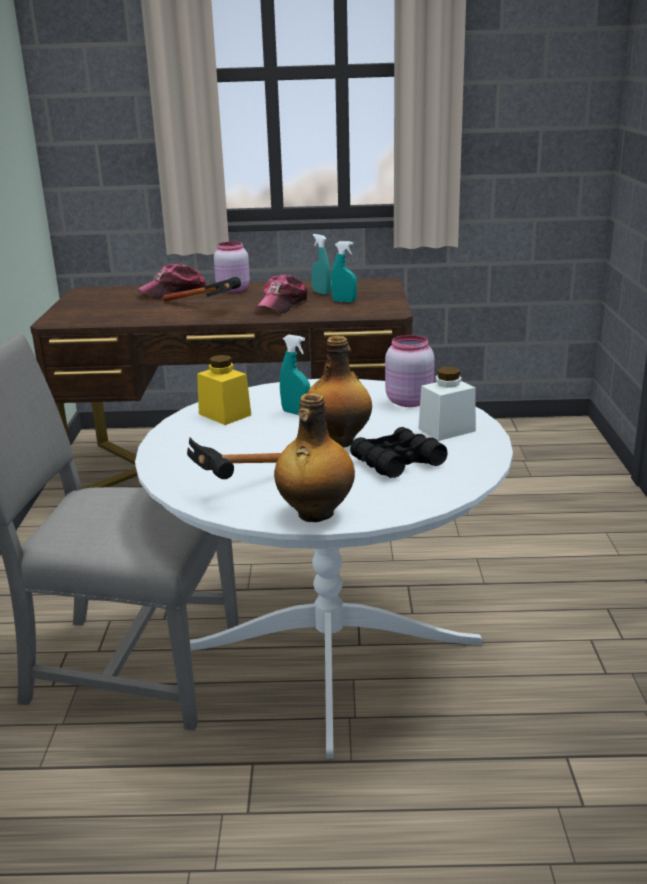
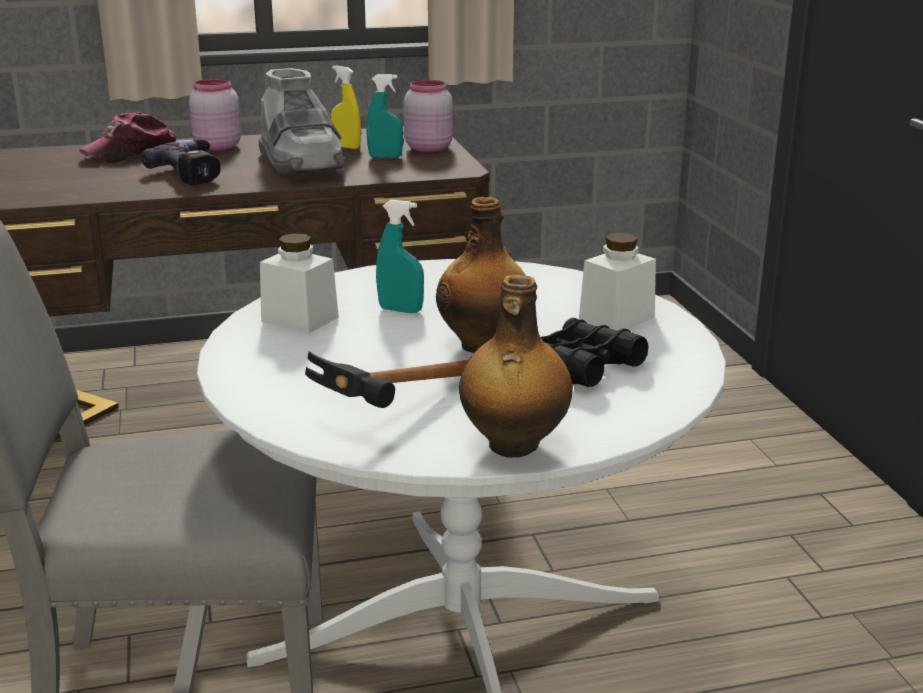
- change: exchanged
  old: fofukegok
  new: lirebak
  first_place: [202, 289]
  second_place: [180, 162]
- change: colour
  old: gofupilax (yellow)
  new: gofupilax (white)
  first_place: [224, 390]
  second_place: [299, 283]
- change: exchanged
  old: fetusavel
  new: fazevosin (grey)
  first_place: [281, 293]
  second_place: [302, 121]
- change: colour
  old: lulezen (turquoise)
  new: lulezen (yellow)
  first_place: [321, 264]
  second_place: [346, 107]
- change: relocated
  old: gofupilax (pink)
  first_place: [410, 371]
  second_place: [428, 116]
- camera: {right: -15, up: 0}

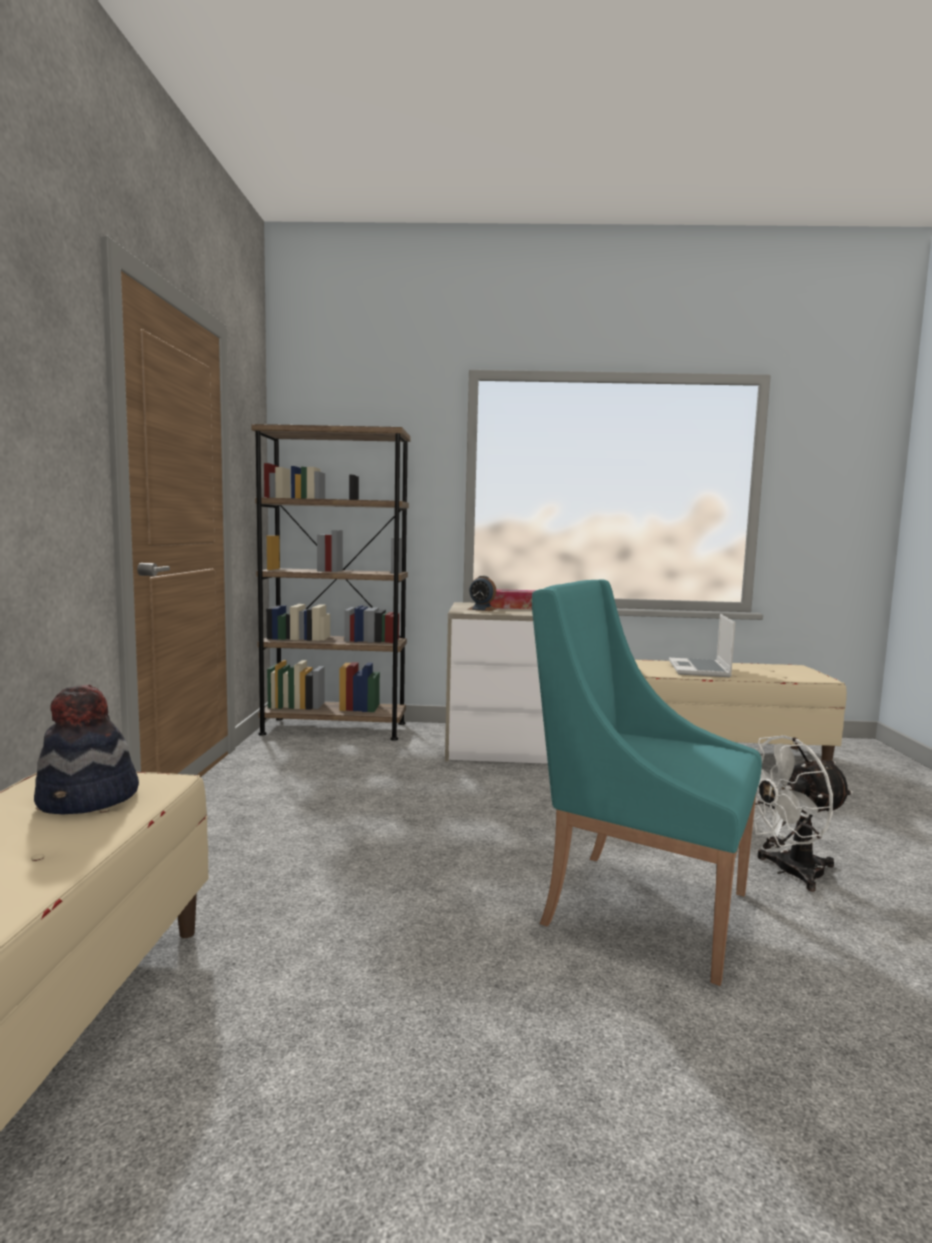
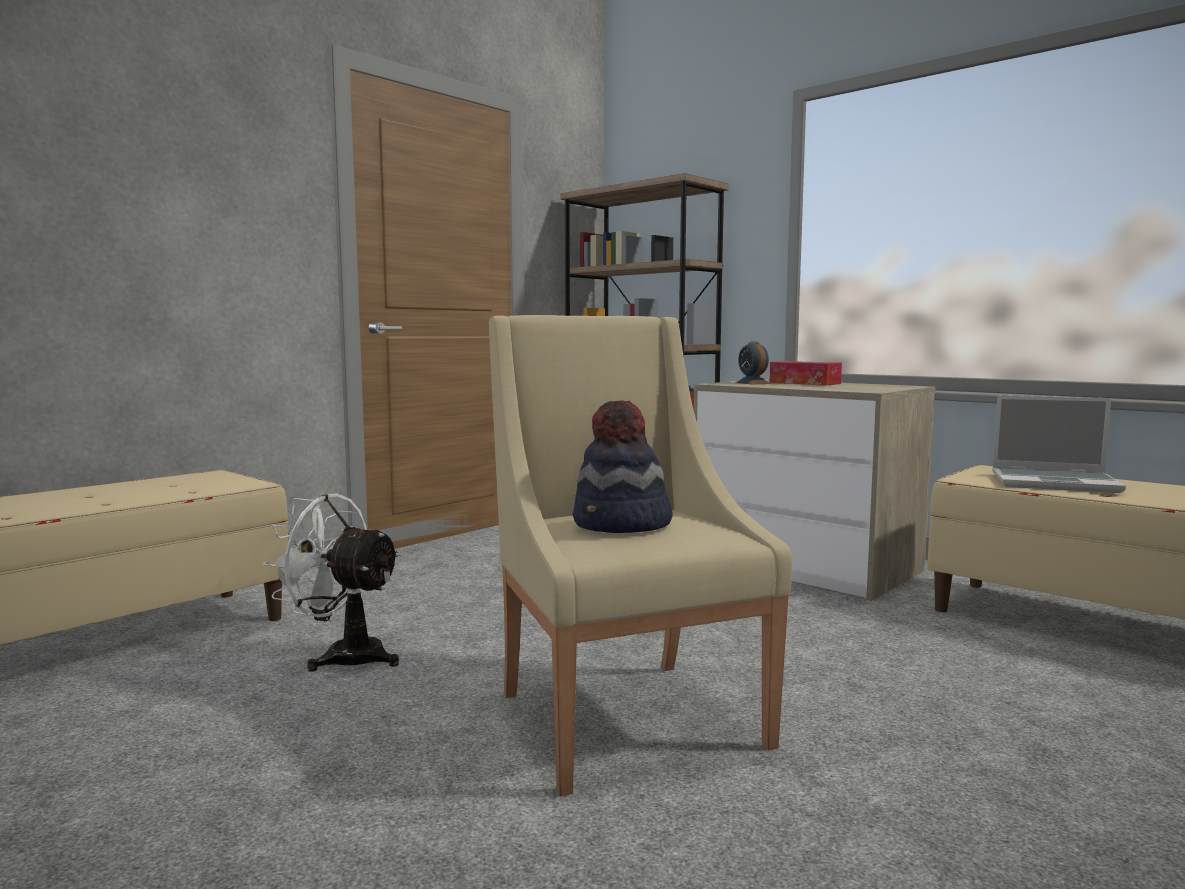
- change: relocated
  old: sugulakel
  first_place: [86, 750]
  second_place: [623, 466]
- change: colour
  old: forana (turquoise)
  new: forana (beige)
  first_place: [647, 783]
  second_place: [640, 556]
- change: spun
  old: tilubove
  first_place: [702, 645]
  second_place: [1059, 444]
  degrees: -120
- change: relocated
  old: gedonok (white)
  first_place: [804, 813]
  second_place: [332, 583]
- camera: {right: 40, up: 0}

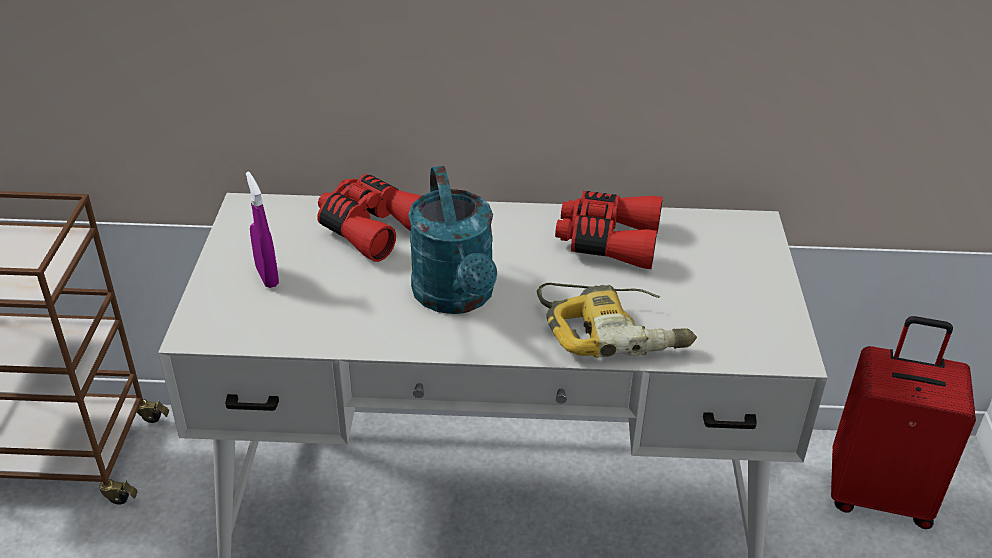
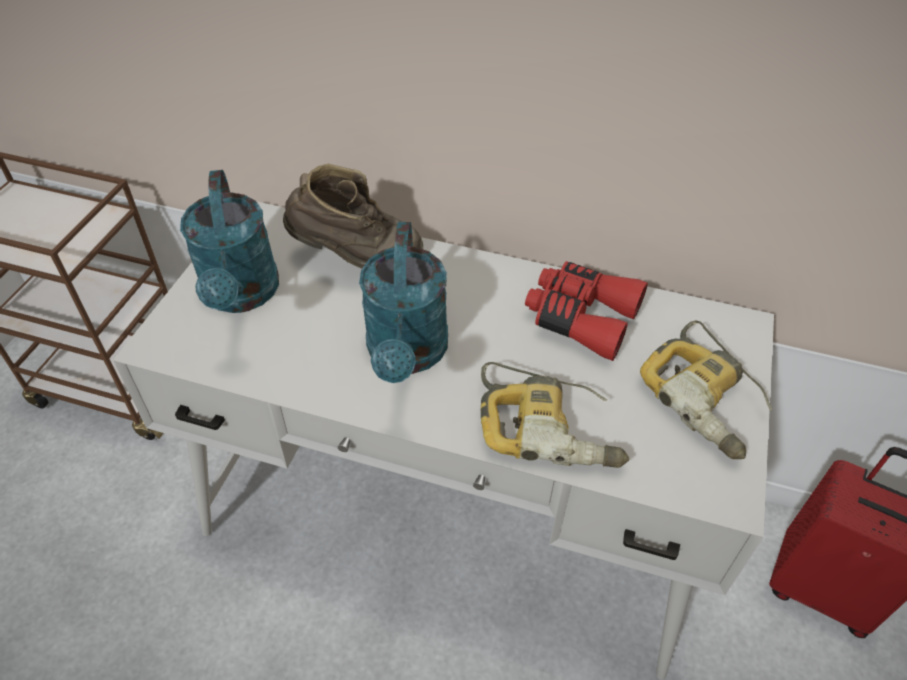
- change: exchanged
  old: lulezen (purple)
  new: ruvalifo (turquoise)
  first_place: [262, 229]
  second_place: [229, 241]
- change: exchanged
  old: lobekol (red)
  new: fazevosin (brown)
  first_place: [369, 218]
  second_place: [353, 216]
- change: appeared
  new: lirebak
  second_place: [706, 389]
- camera: {right: 15, up: 10}

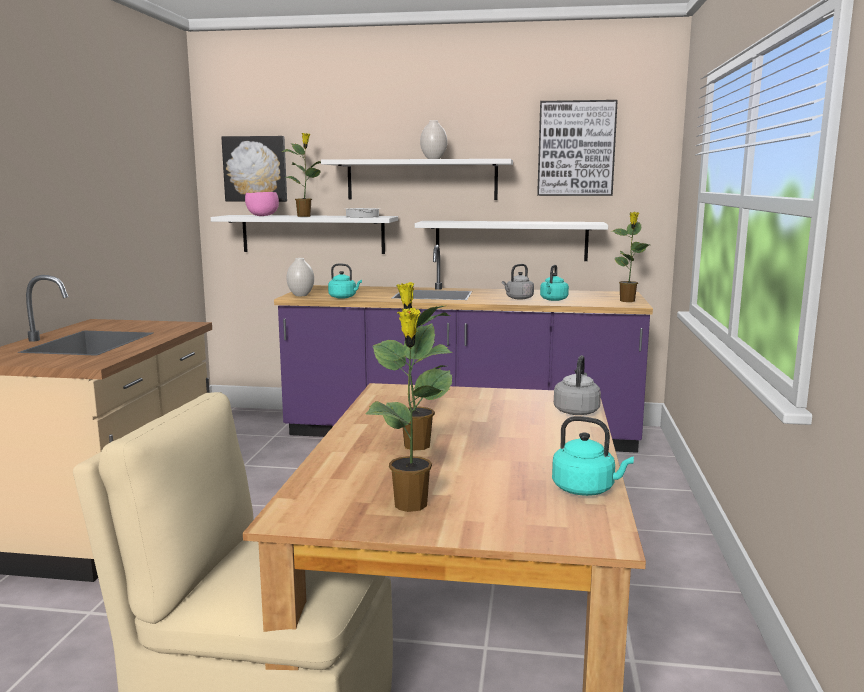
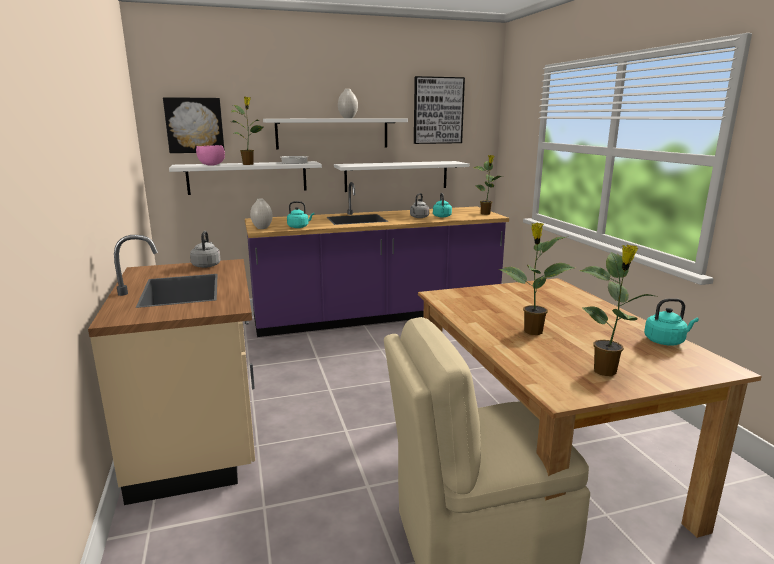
- change: relocated
  old: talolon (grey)
  first_place: [577, 385]
  second_place: [205, 249]
- camera: {right: -25, up: 5}

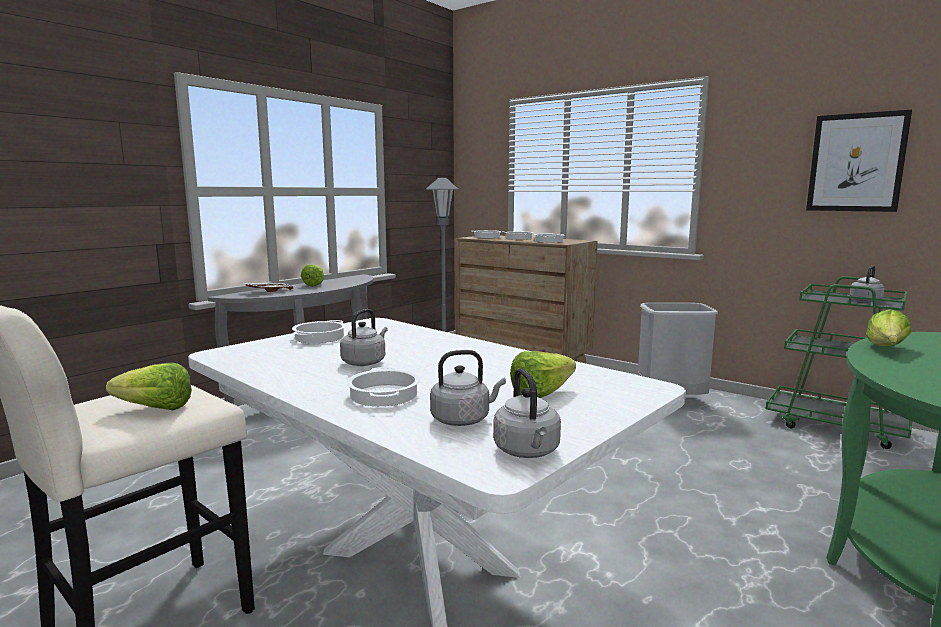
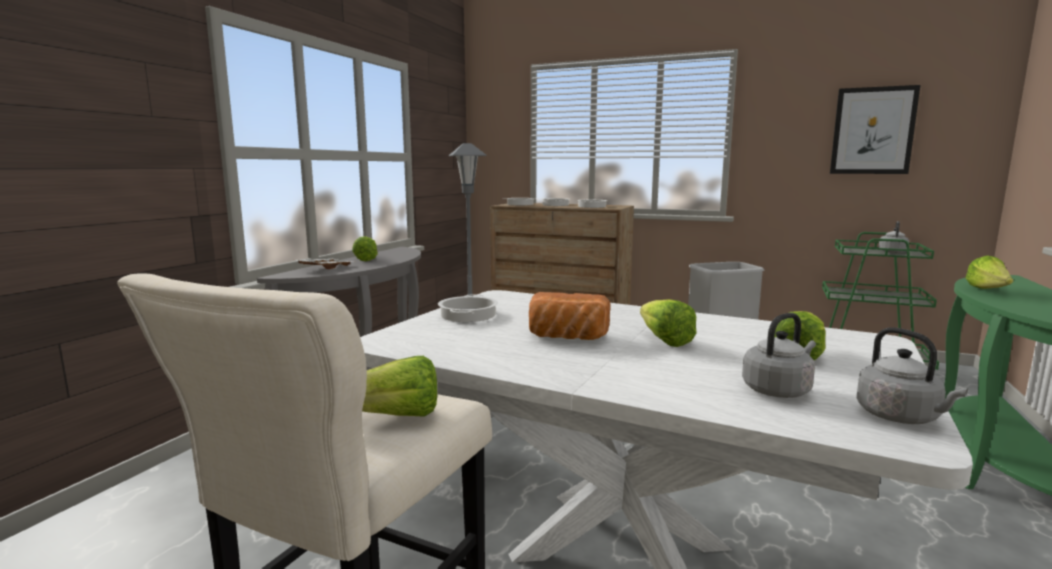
- change: exchanged
  old: talolon (grey)
  new: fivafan
  first_place: [364, 337]
  second_place: [569, 316]
- change: missing
  old: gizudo
  first_place: [383, 386]
- change: appeared
  new: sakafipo
  second_place: [668, 323]
- camera: {right: -15, up: 0}

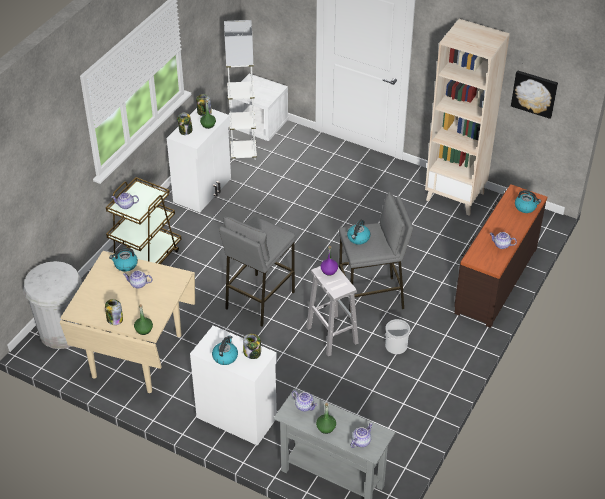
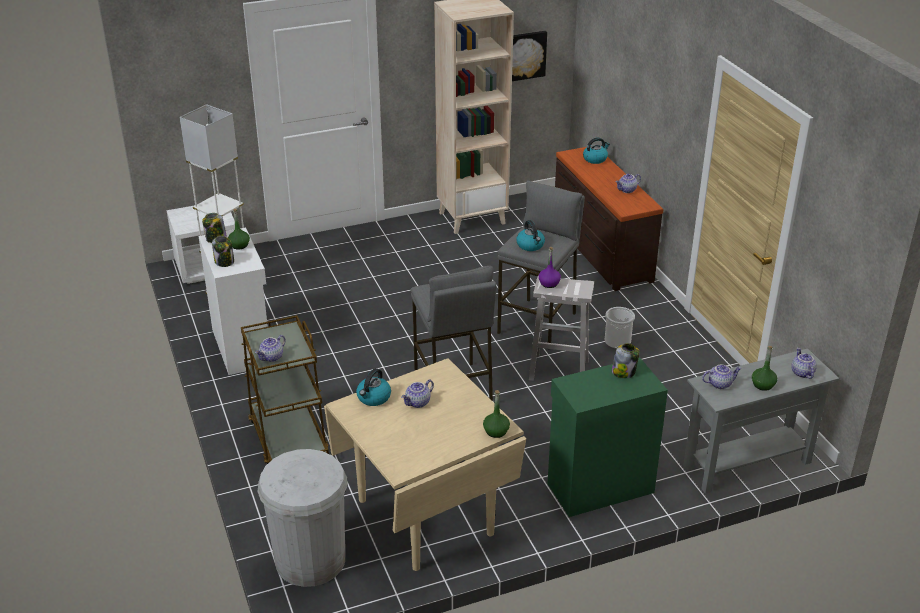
- change: missing
  old: gofupilax
  first_place: [114, 312]
- change: colour
  old: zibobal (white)
  new: zibobal (green)
  first_place: [233, 385]
  second_place: [607, 437]
- change: missing
  old: talolon
  first_place: [225, 350]
- camera: {right: -50, up: -10}

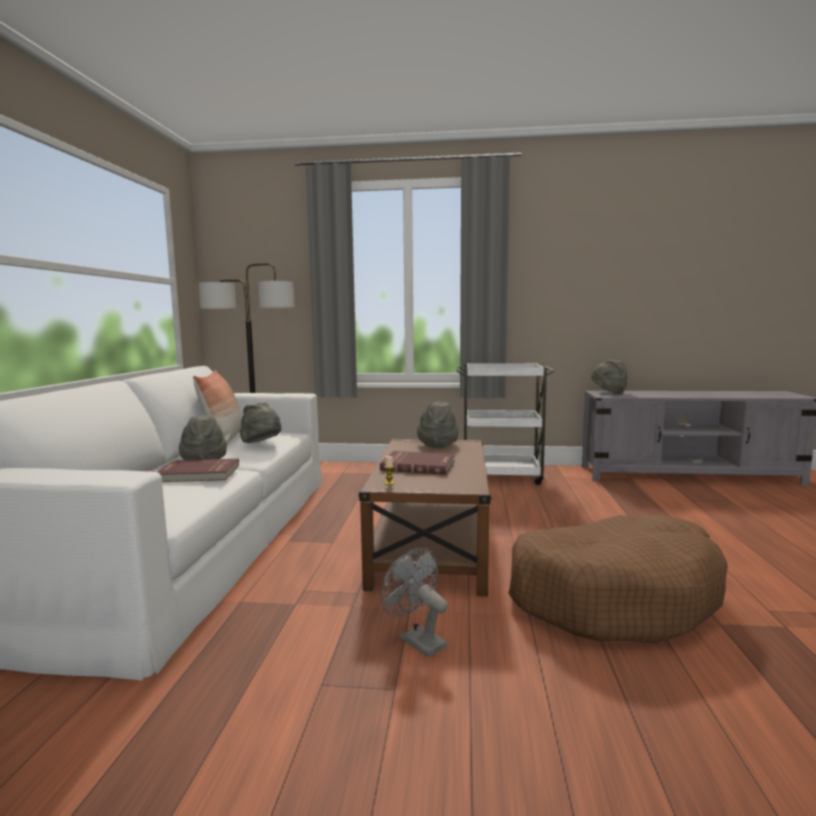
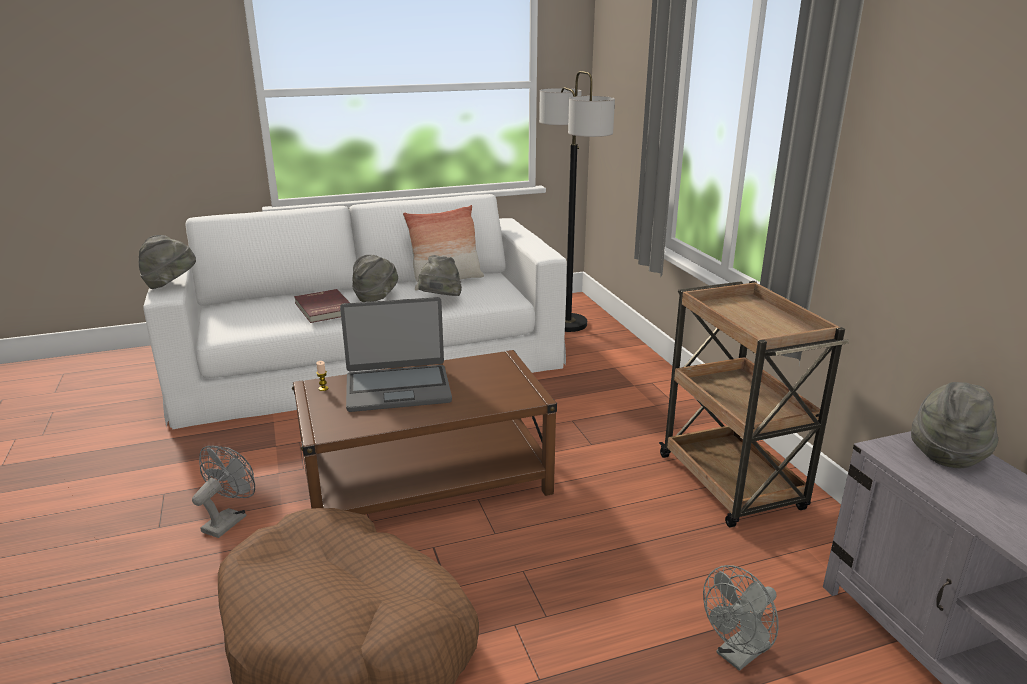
- change: exchanged
  old: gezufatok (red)
  new: tilubove
  first_place: [417, 463]
  second_place: [396, 354]
- change: relocated
  old: sugulakel (grey)
  first_place: [438, 424]
  second_place: [167, 262]
- change: colour
  old: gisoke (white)
  new: gisoke (brown)
  first_place: [505, 424]
  second_place: [754, 404]
- change: appeared
  new: gedonok (grey)
  second_place: [741, 618]
- camera: {right: 65, up: 15}

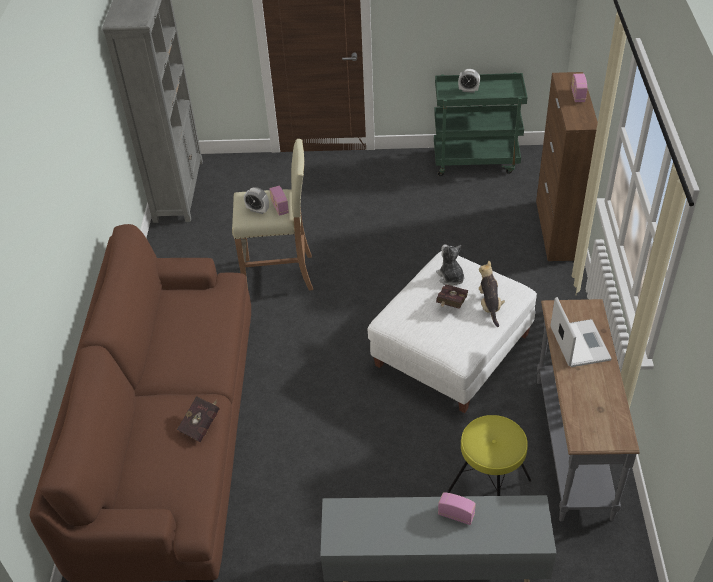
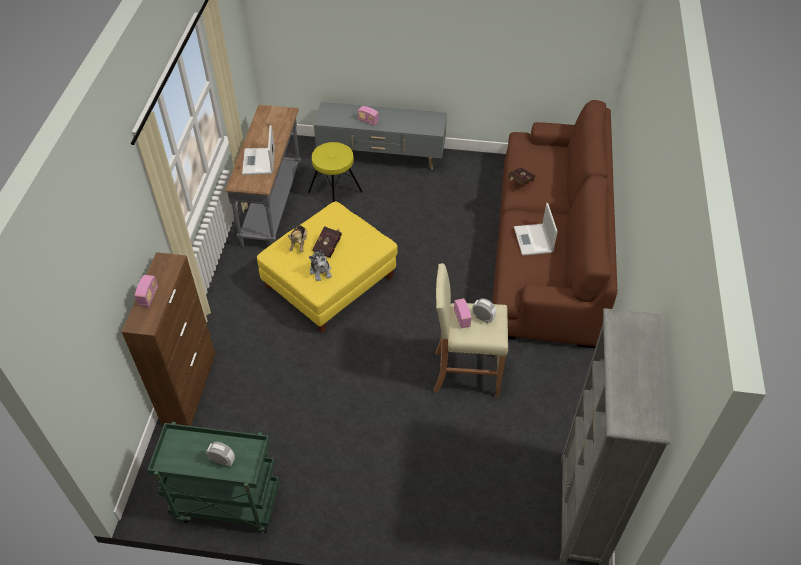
- change: colour
  old: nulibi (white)
  new: nulibi (yellow)
  first_place: [452, 332]
  second_place: [327, 267]
- change: appeared
  new: tilubove
  second_place: [536, 229]
- camera: {right: -175, up: 5}

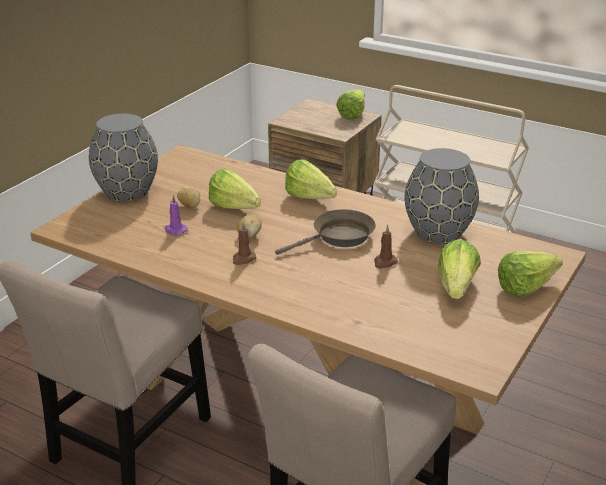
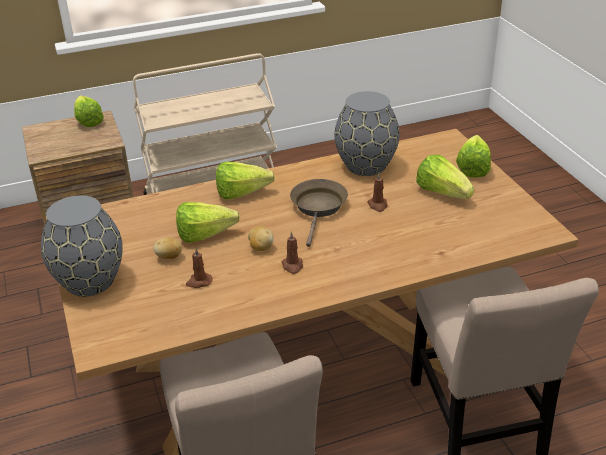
- change: colour
  old: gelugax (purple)
  new: gelugax (brown)
  first_place: [176, 215]
  second_place: [199, 268]
- camera: {right: -50, up: 5}

